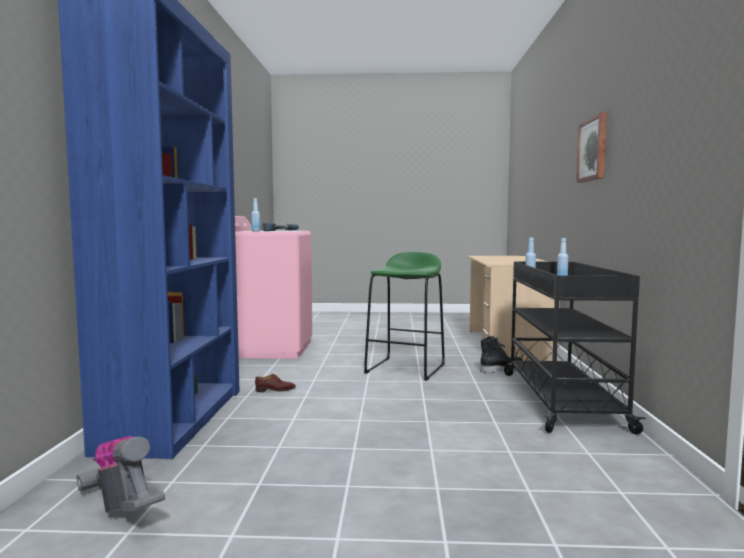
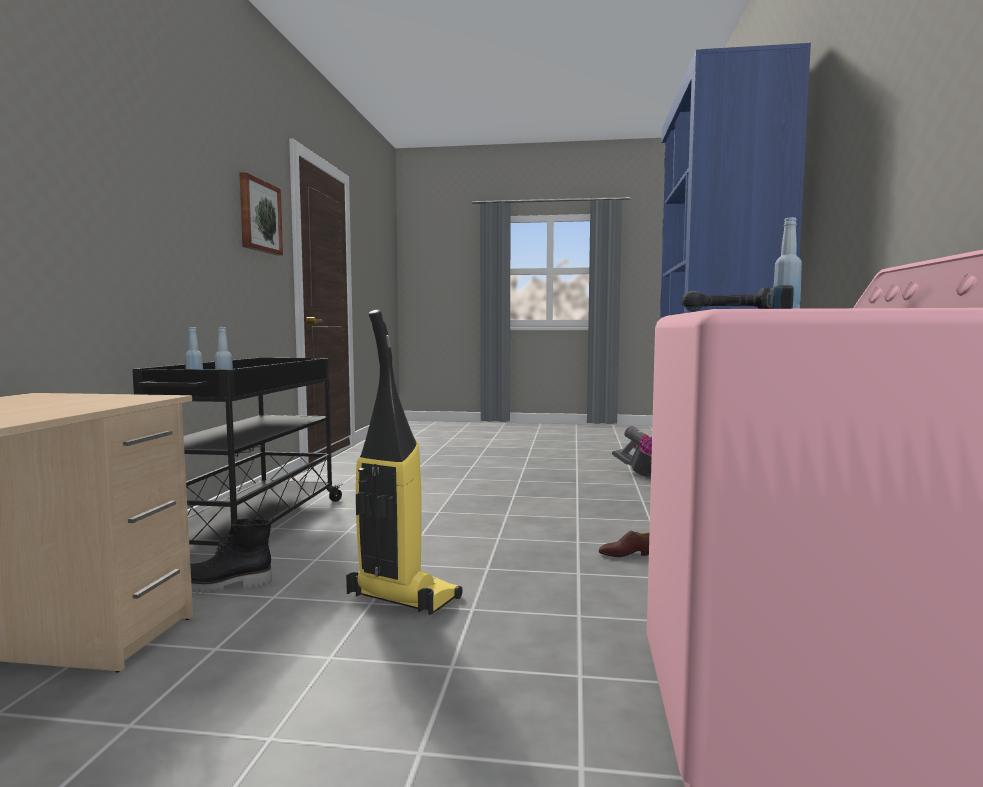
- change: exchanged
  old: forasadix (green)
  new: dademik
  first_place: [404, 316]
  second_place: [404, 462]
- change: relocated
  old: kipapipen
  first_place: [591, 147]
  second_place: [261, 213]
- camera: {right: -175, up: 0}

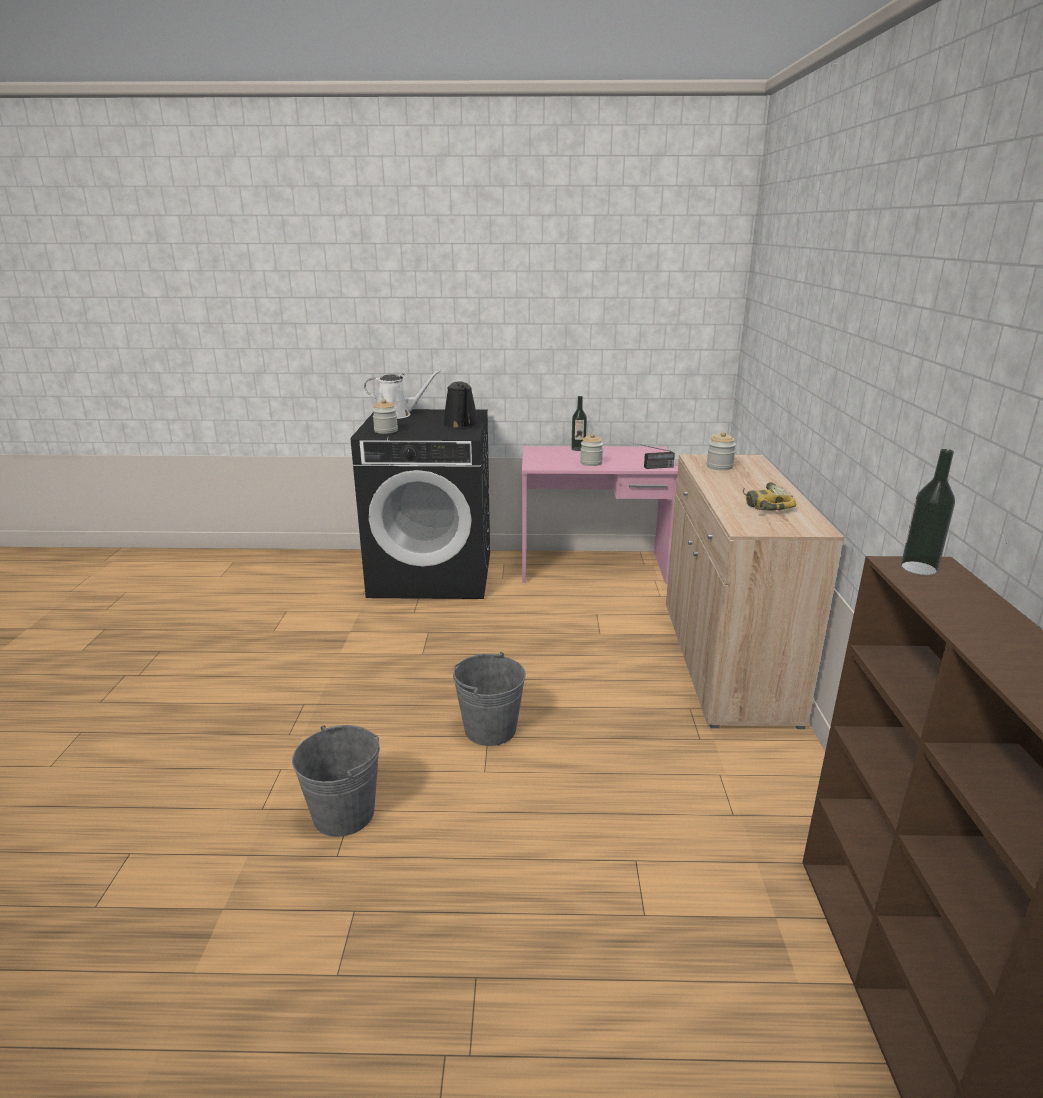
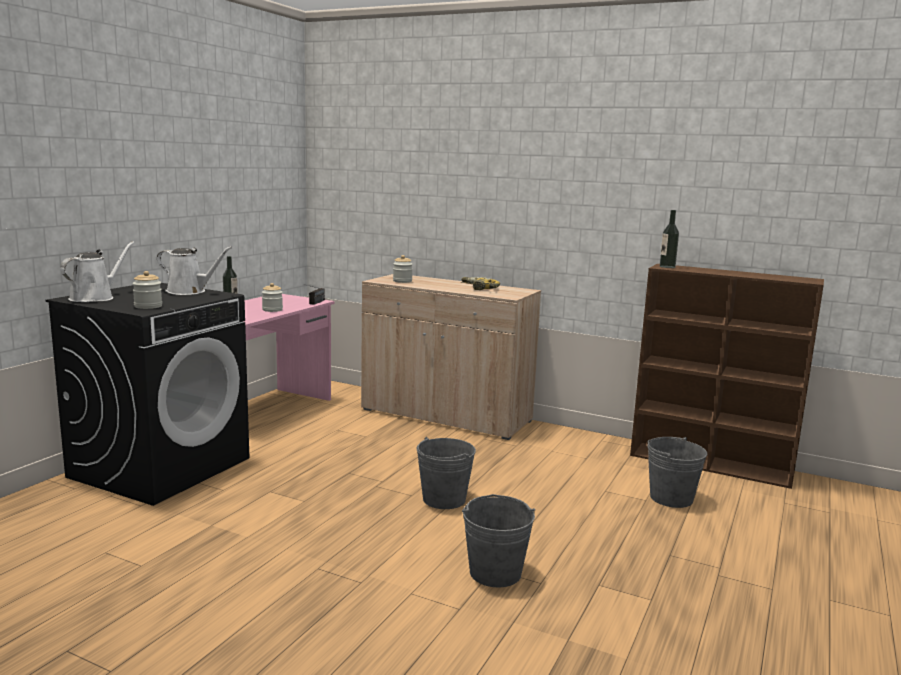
- change: colour
  old: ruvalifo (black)
  new: ruvalifo (white)
  first_place: [461, 405]
  second_place: [194, 270]
- change: appeared
  new: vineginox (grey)
  second_place: [677, 472]
- camera: {right: -65, up: -10}

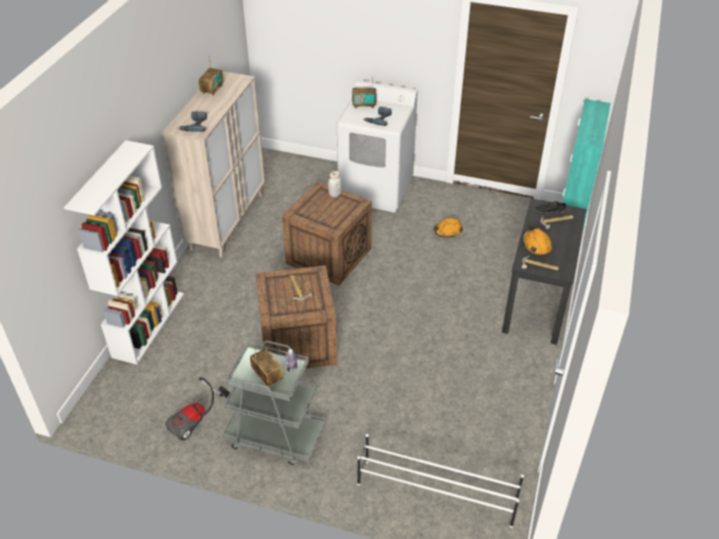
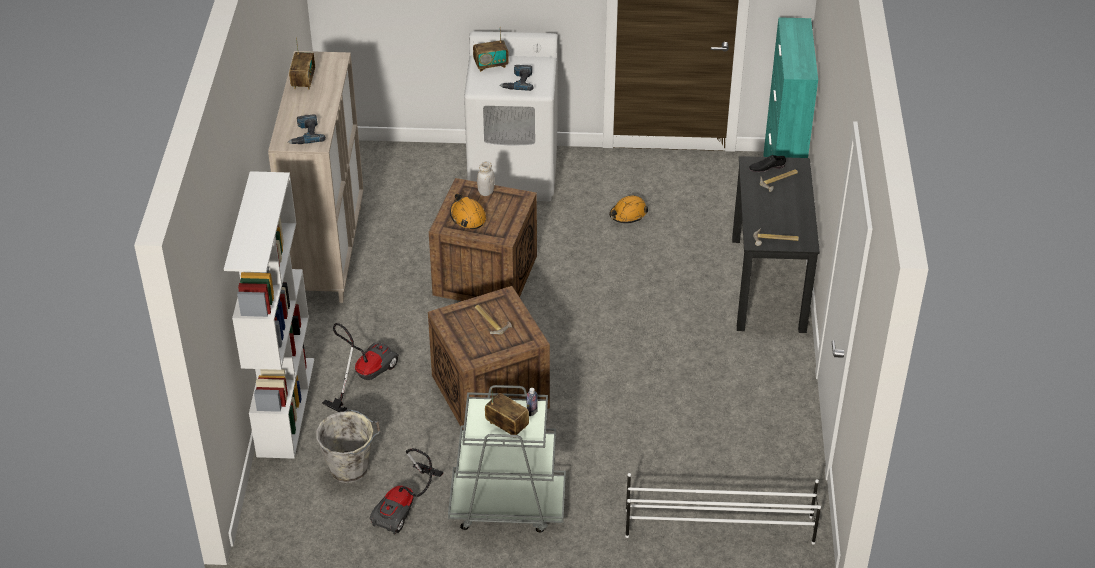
- change: relocated
  old: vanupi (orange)
  first_place: [537, 240]
  second_place: [468, 212]
- change: appeared
  new: vineginox (grey)
  second_place: [348, 446]
- change: appeared
  new: dademik
  second_place: [360, 367]
- camera: {right: -15, up: 0}

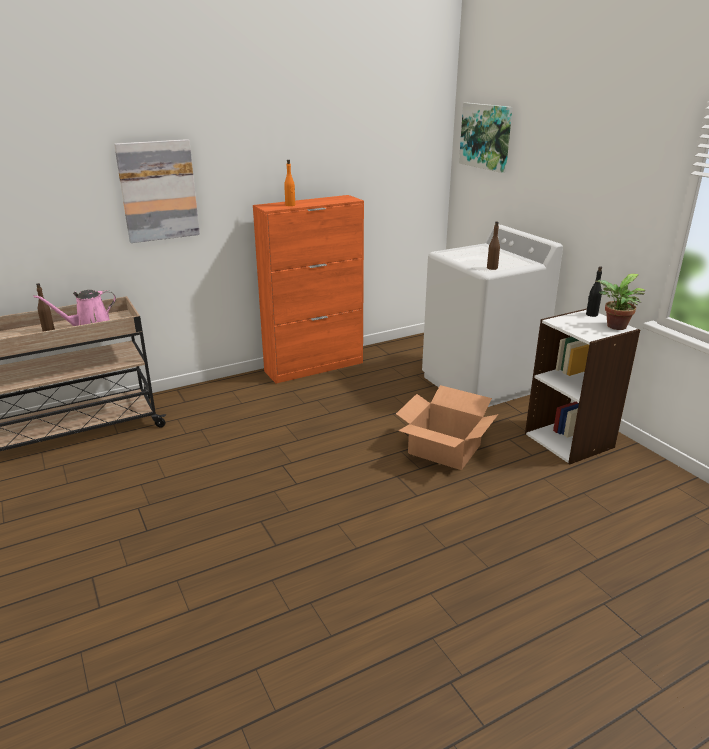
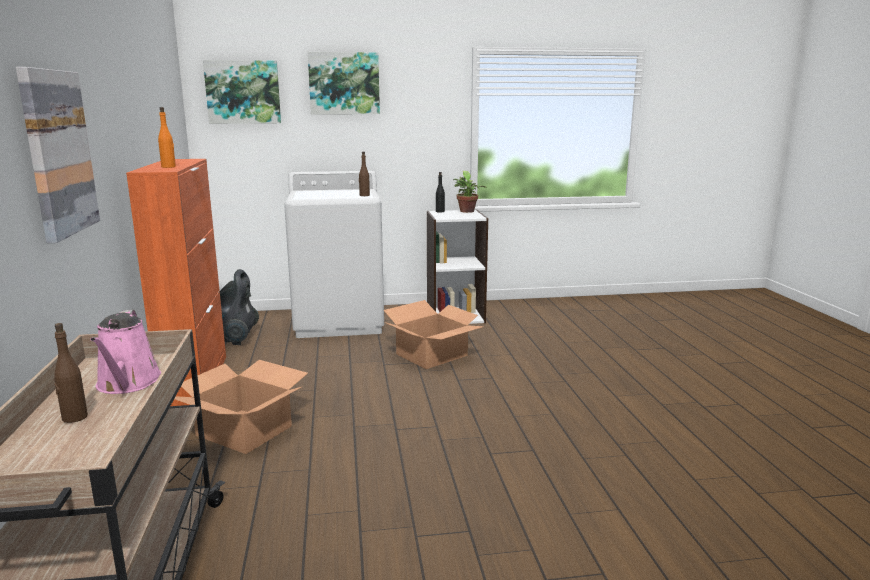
- change: appeared
  new: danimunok
  second_place: [241, 407]
- change: appeared
  new: dademik
  second_place: [239, 307]
- change: appeared
  new: kipapipen
  second_place: [344, 83]
- camera: {right: -70, up: -10}

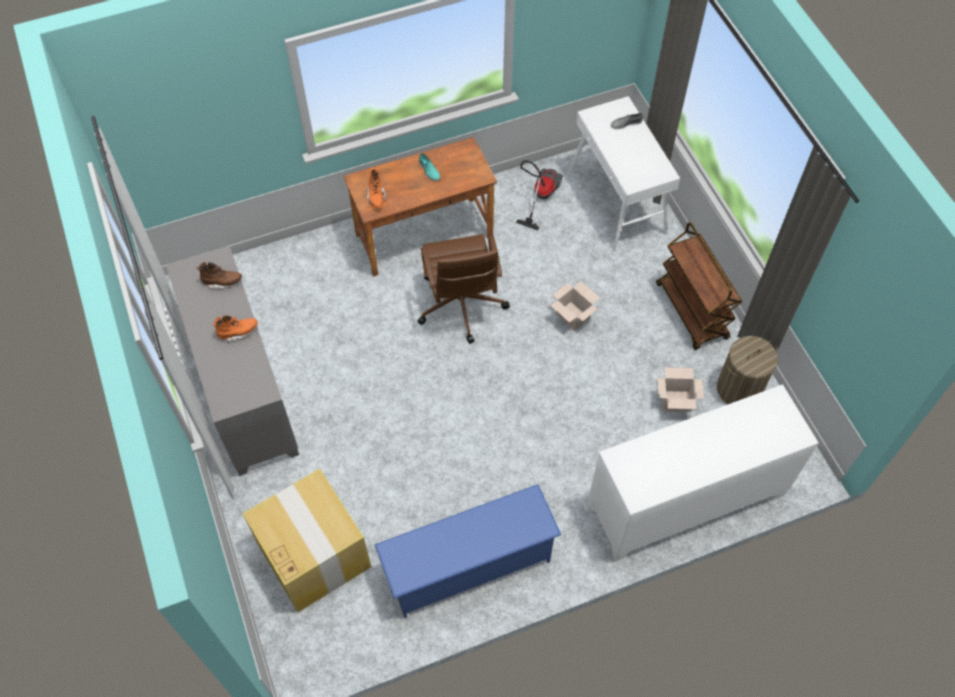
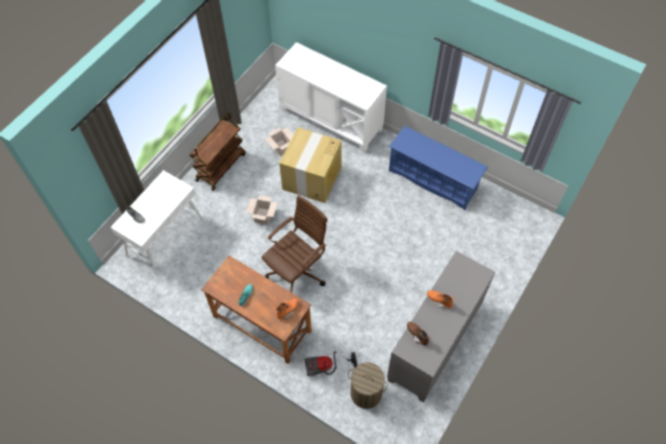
- change: relocated
  old: danimunok
  first_place: [306, 540]
  second_place: [310, 165]
- change: relocated
  old: dademik
  first_place: [539, 195]
  second_place: [331, 363]
- change: relocated
  old: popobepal
  first_place: [747, 370]
  second_place: [368, 385]
- camera: {right: -125, up: 0}

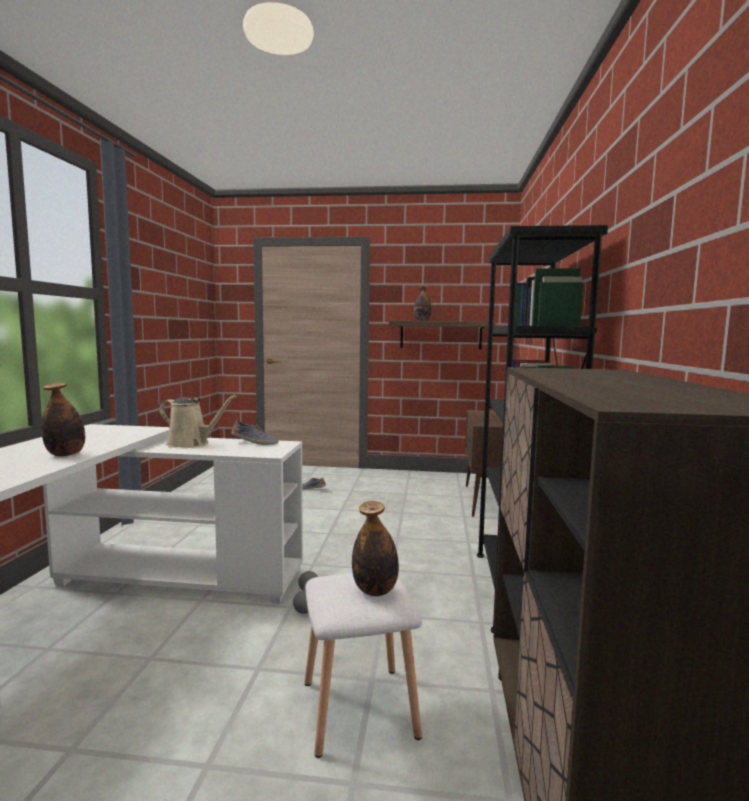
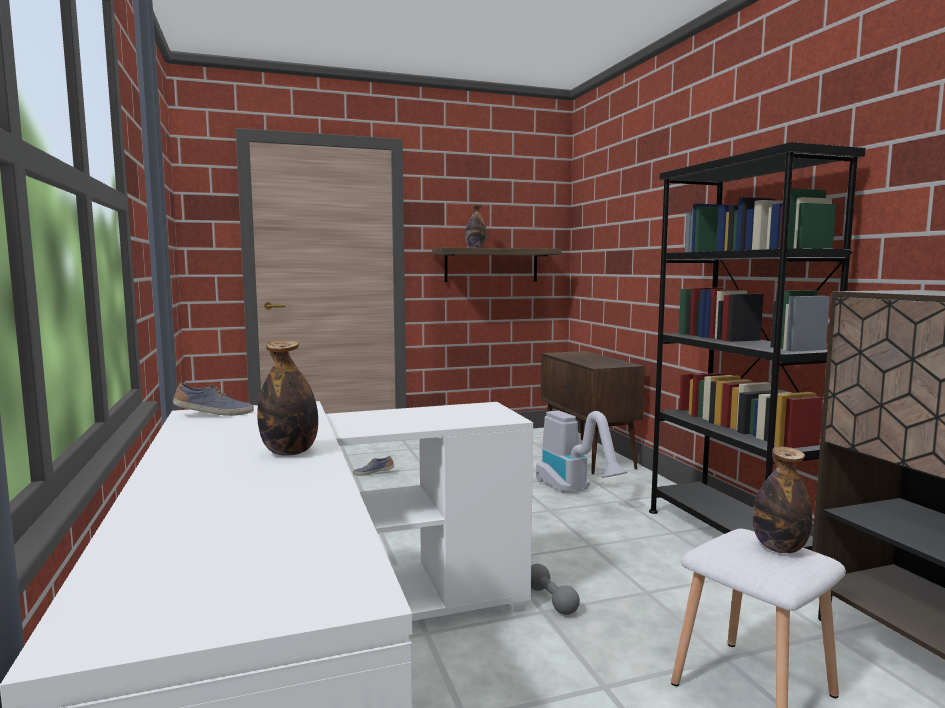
- change: missing
  old: ruvalifo (beige)
  first_place: [197, 421]
- change: relocated
  old: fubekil
  first_place: [254, 432]
  second_place: [213, 399]
- change: appeared
  new: dademik
  second_place: [582, 451]
- camera: {right: -25, up: 0}

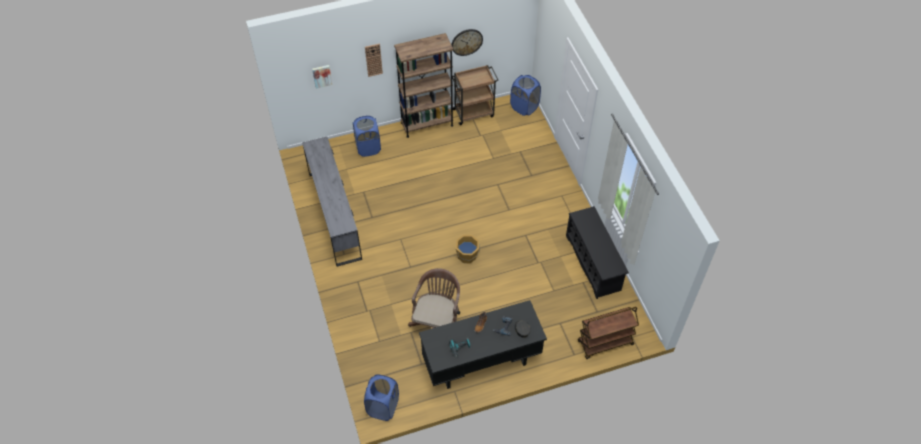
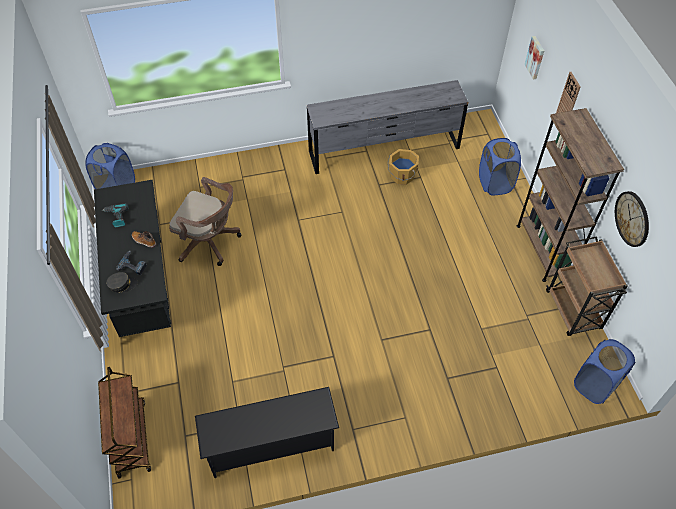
- change: relocated
  old: vineginox (orange)
  first_place: [468, 249]
  second_place: [403, 167]
- camera: {right: 95, up: 0}

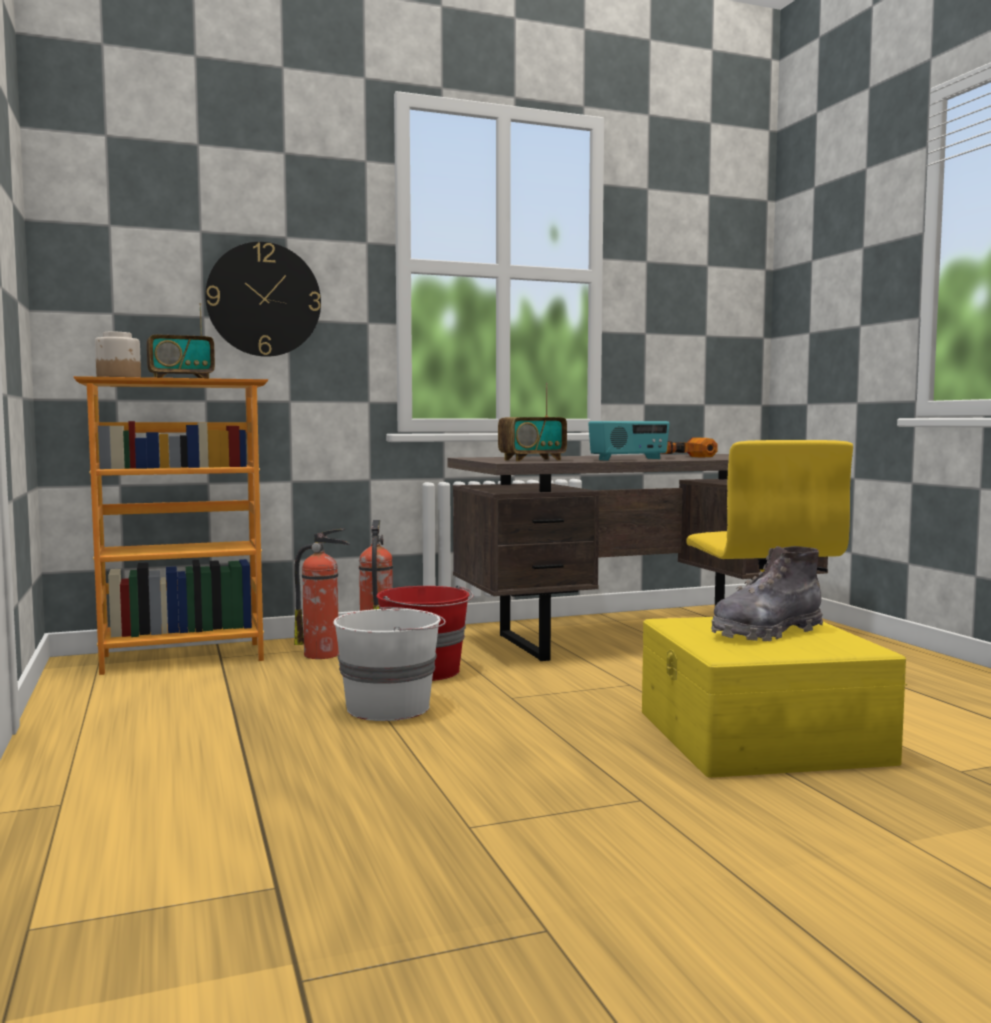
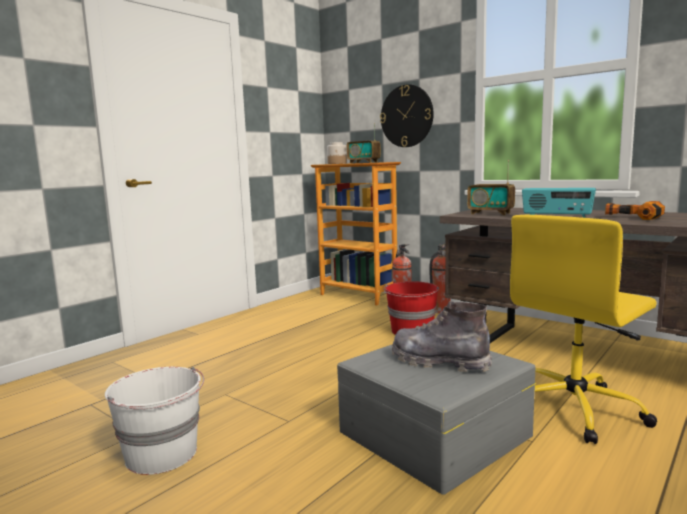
- change: relocated
  old: vineginox (white)
  first_place: [389, 663]
  second_place: [154, 421]
- change: colour
  old: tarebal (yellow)
  new: tarebal (grey)
  first_place: [774, 697]
  second_place: [436, 420]
- camera: {right: 60, up: 5}

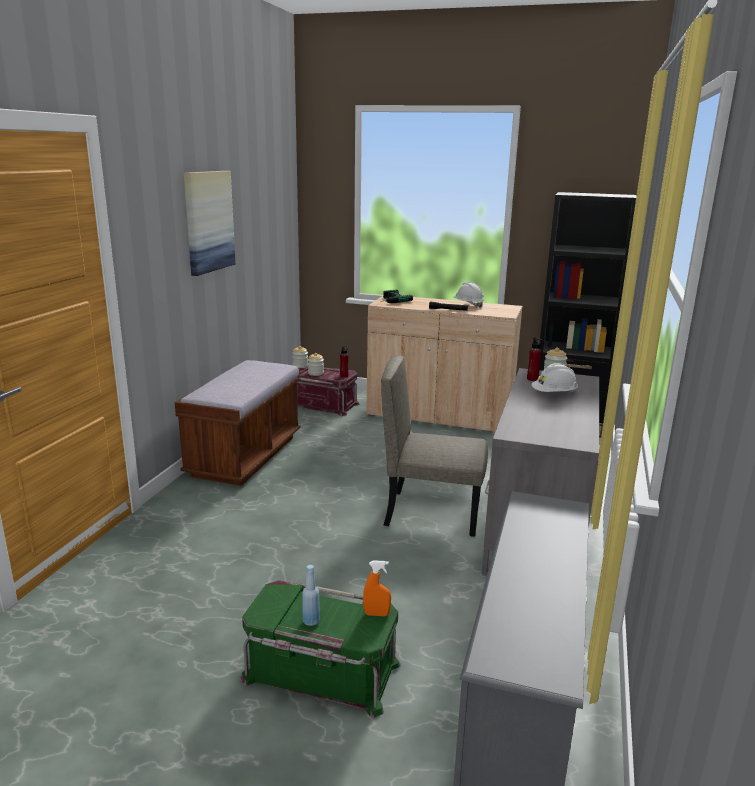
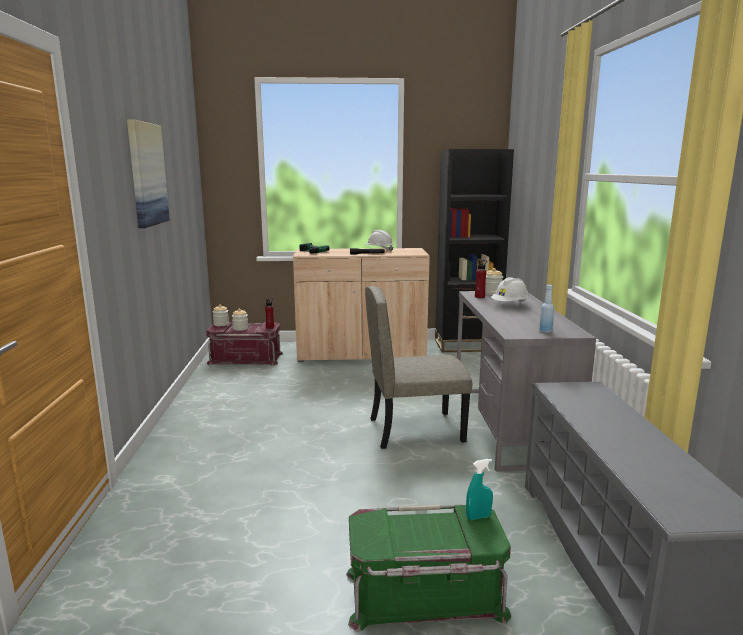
- change: missing
  old: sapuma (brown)
  first_place: [237, 423]
- change: relocated
  old: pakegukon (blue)
  first_place: [311, 595]
  second_place: [546, 309]
- change: colour
  old: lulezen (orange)
  new: lulezen (turquoise)
  first_place: [377, 588]
  second_place: [479, 489]
- camera: {right: -20, up: -5}

